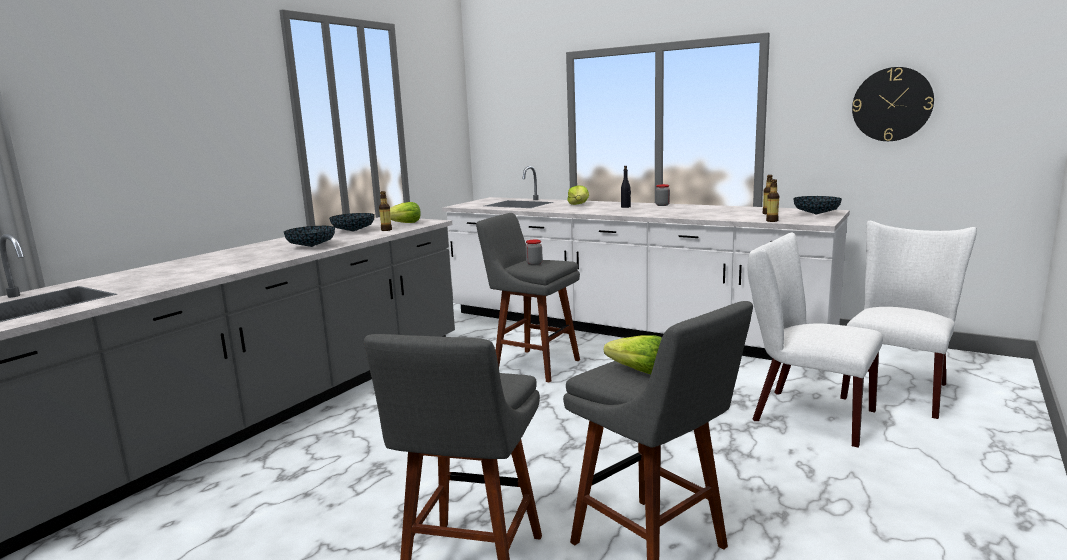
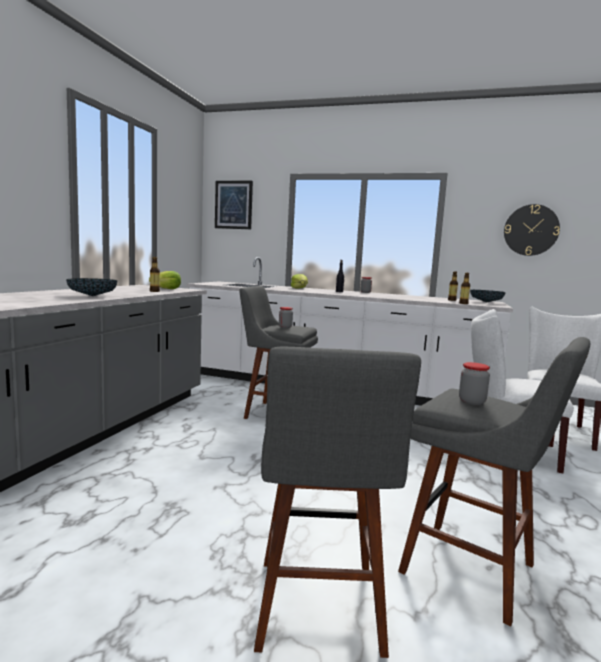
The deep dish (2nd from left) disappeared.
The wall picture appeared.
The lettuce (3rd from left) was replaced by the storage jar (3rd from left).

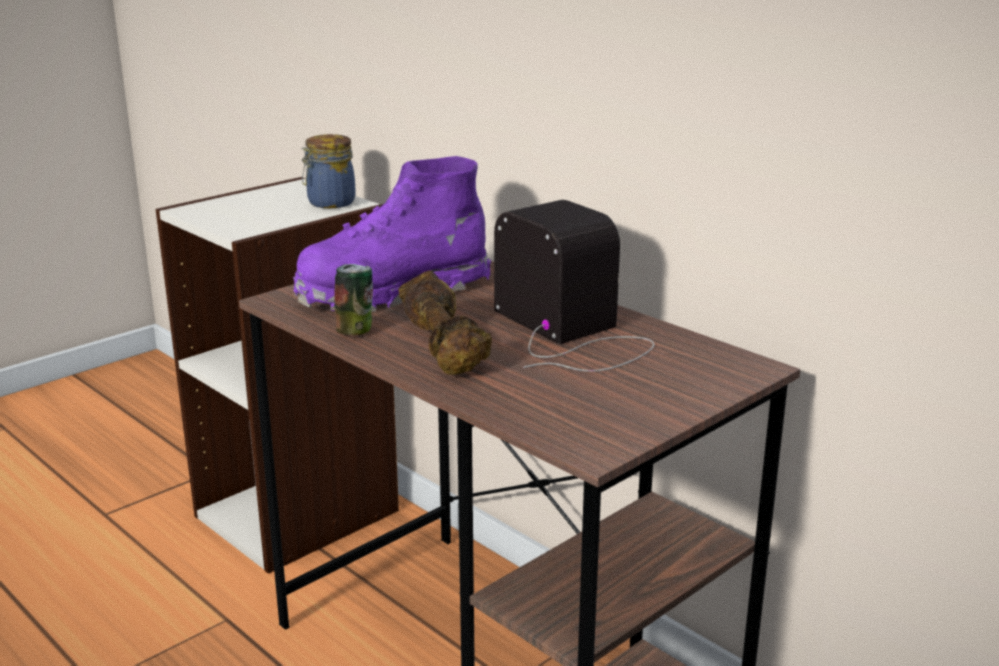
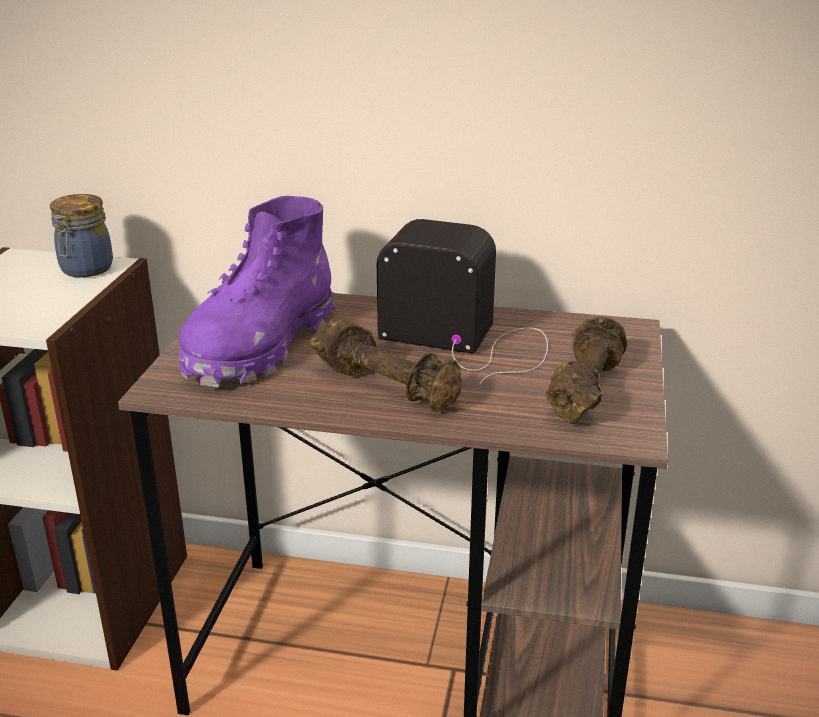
The can disappeared.
The brown dumbbell (2nd from left) appeared.

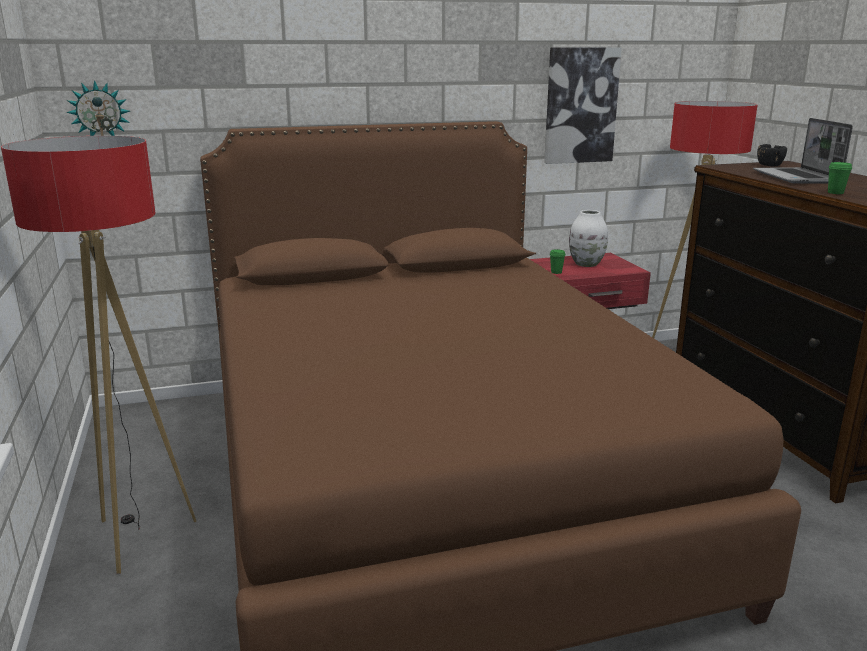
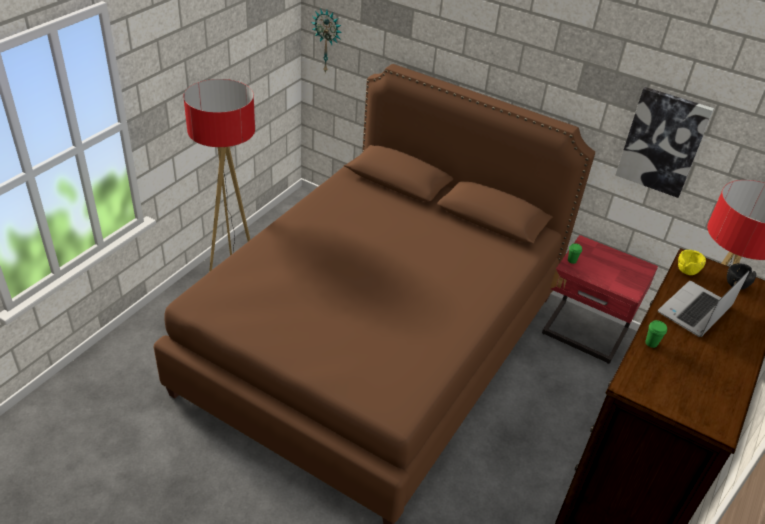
The white-coloured vase disappeared.
The yellow deep dish appeared.

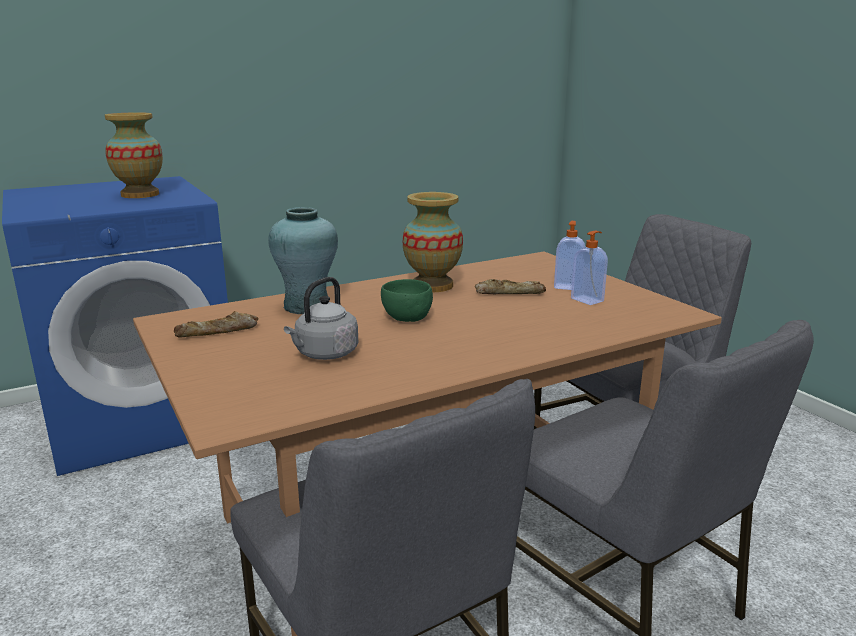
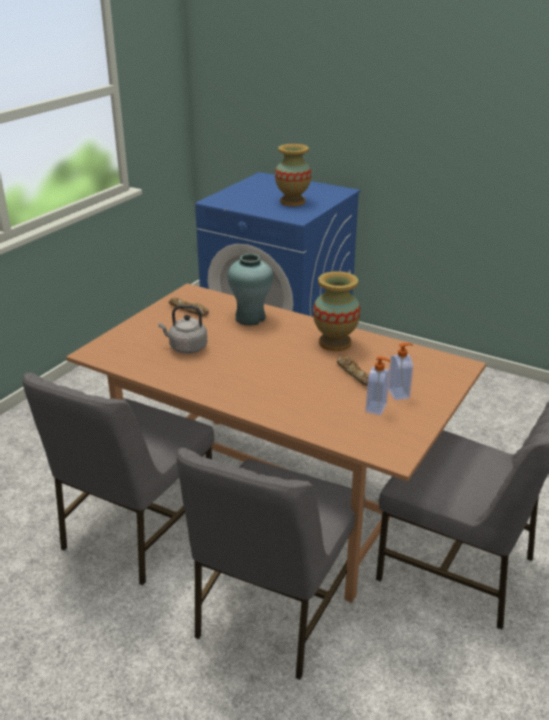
The green deep dish disappeared.

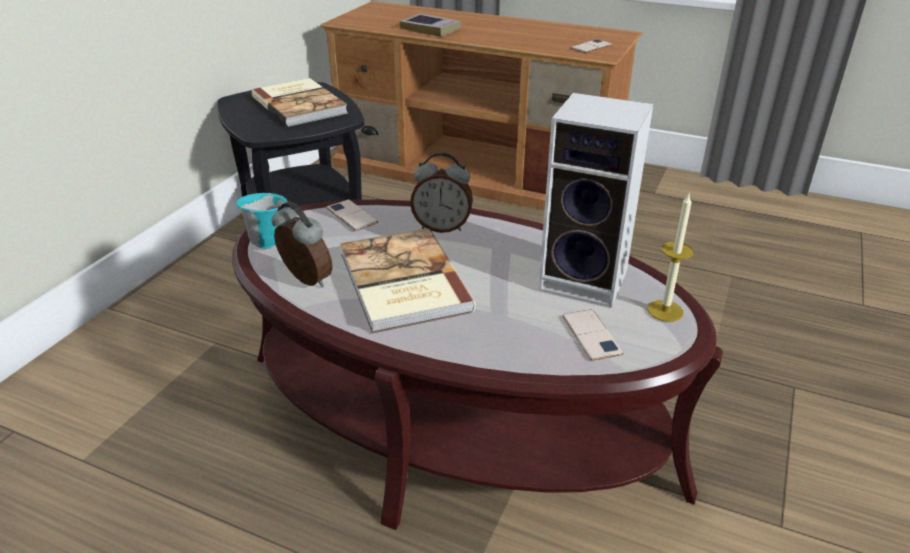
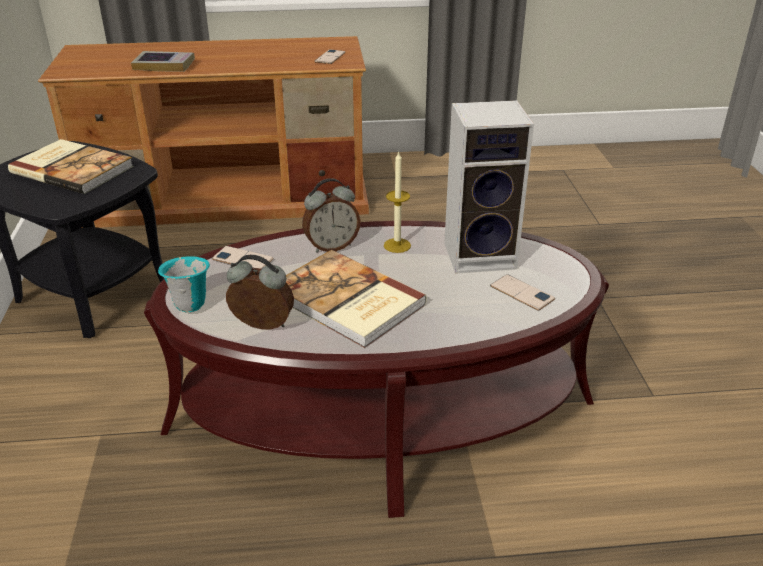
The wax candle moved.

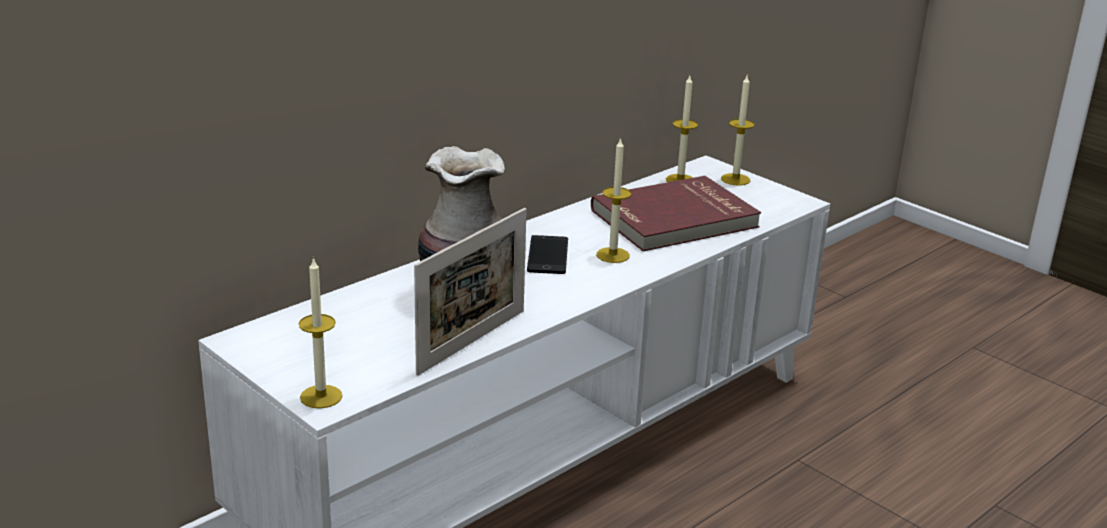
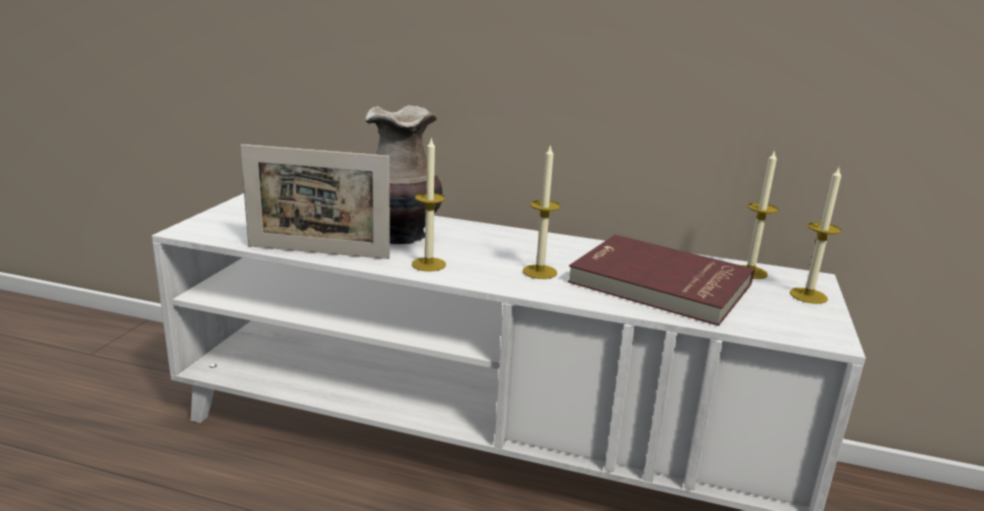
The handset disappeared.
The wax candle (1st from left) moved.

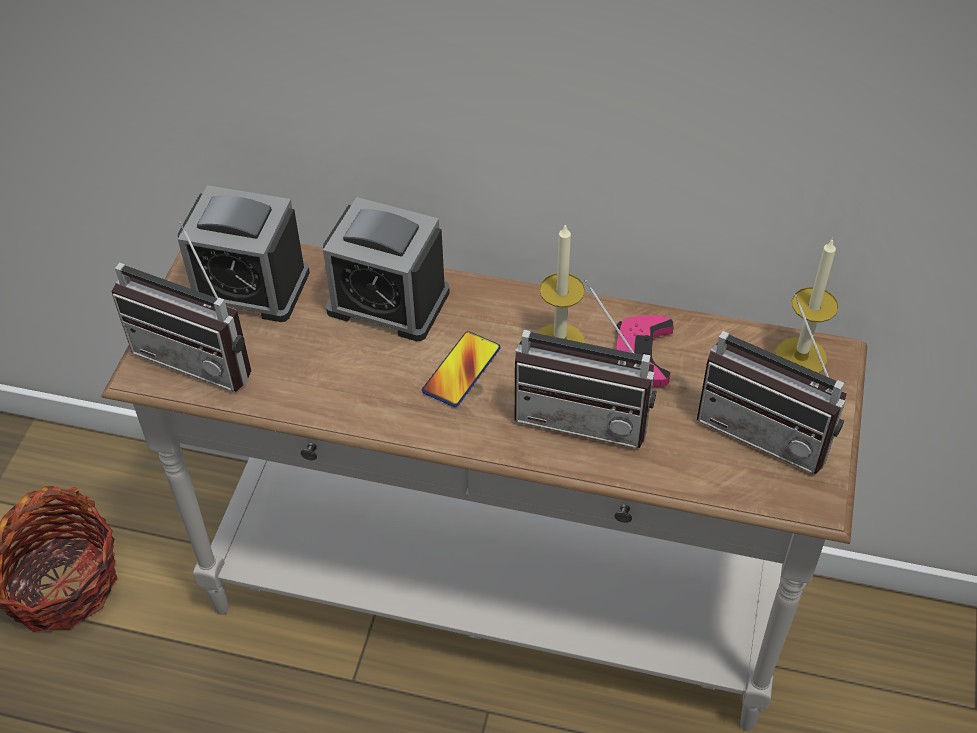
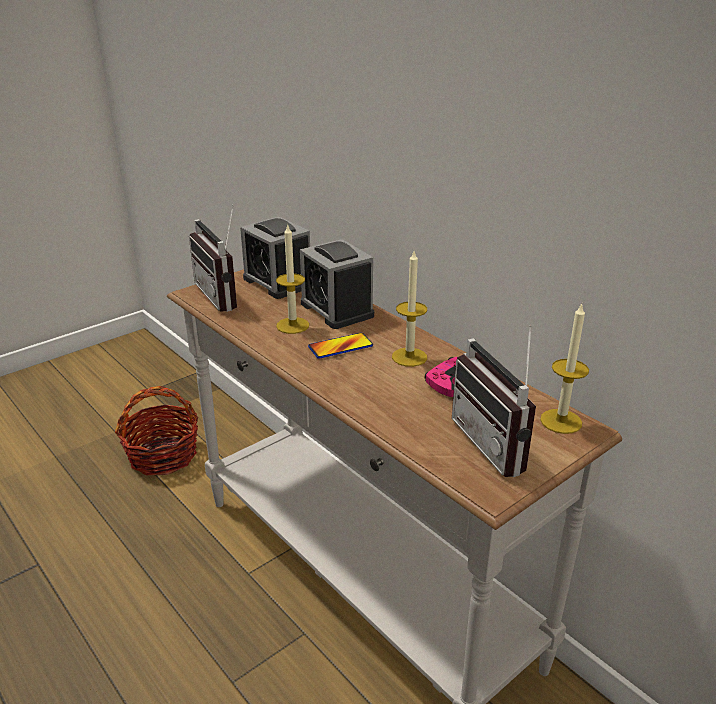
The radio (2nd from left) disappeared.
The wax candle (1st from left) appeared.

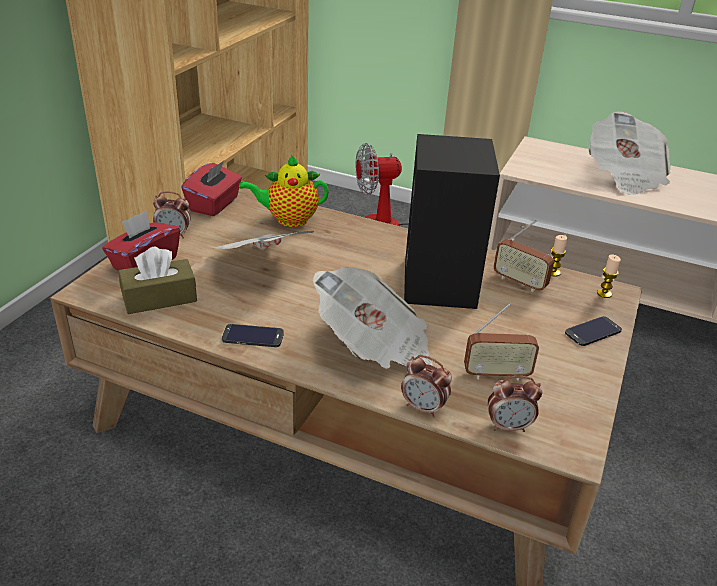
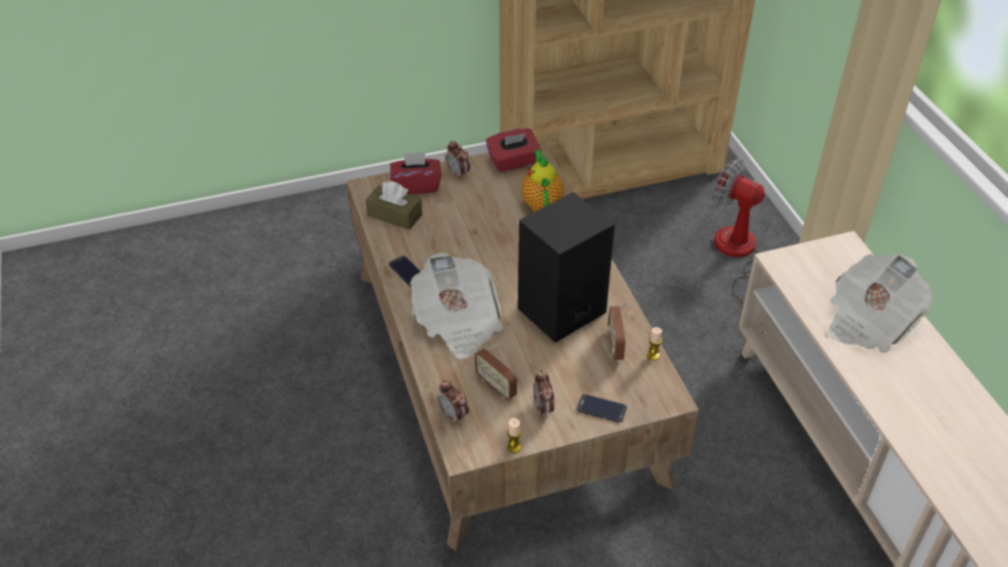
The newspaper (1st from left) disappeared.
The alarm clock (2nd from left in the first image) moved.
The wax candle (2nd from left in the first image) moved.
The tea pot turned 45 degrees clockwise.

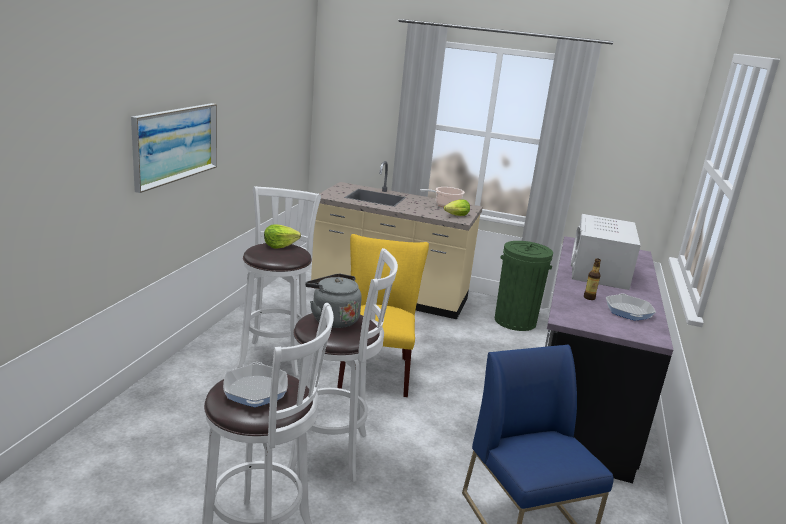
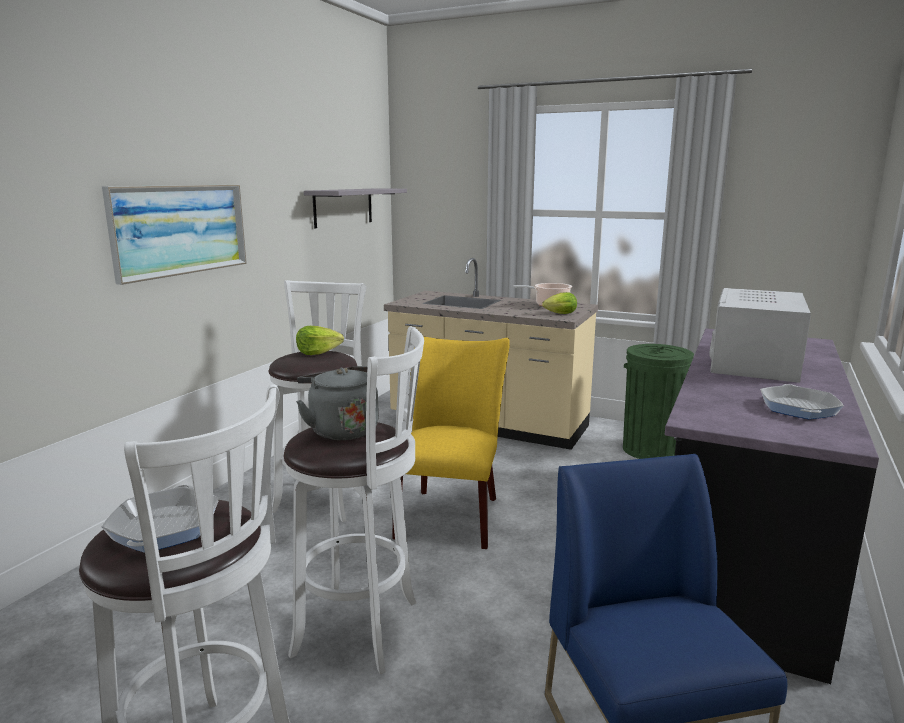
The drink bottle disappeared.
The gray bracket shelf appeared.

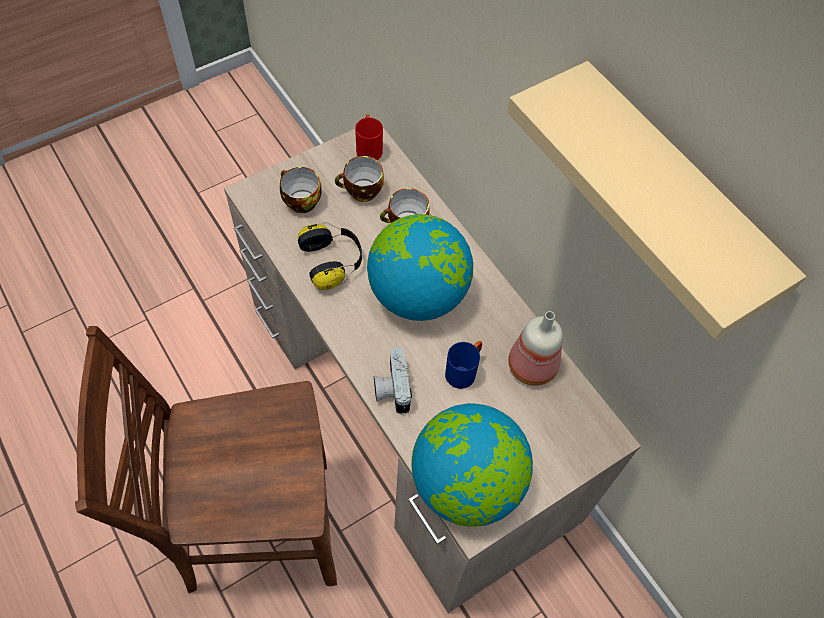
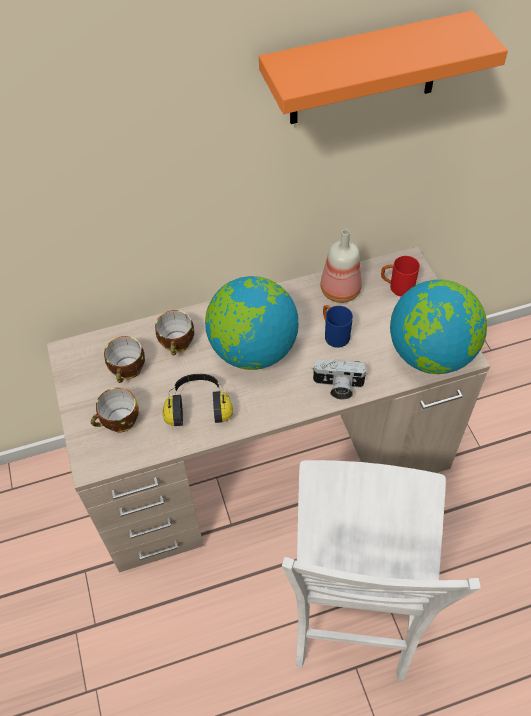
The red-coloured coffee mug moved.
The brown upright chair became the white-coloured upright chair.
The beige-coloured bracket shelf became the orangey bracket shelf.

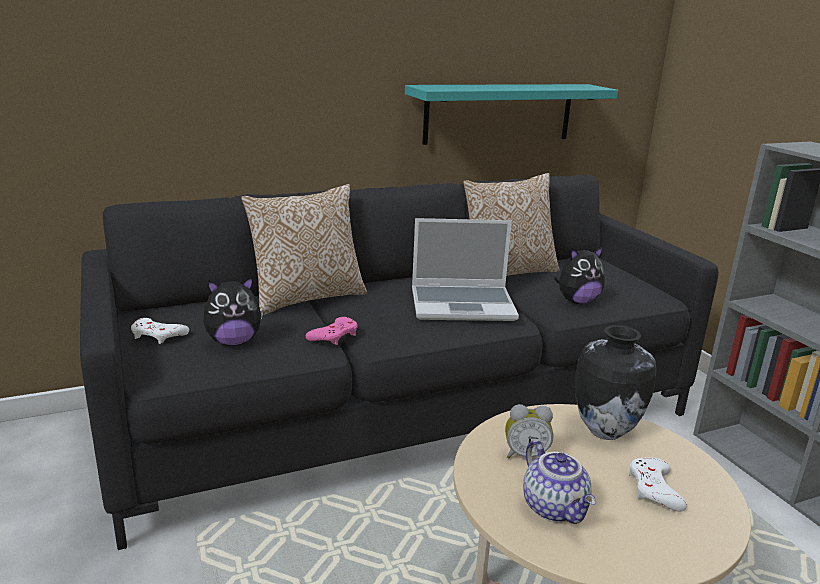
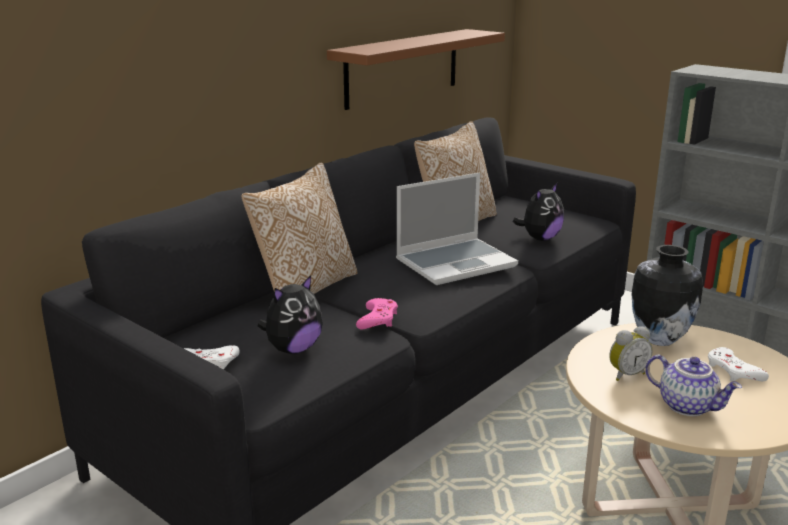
The turquoise bracket shelf became the brown bracket shelf.

